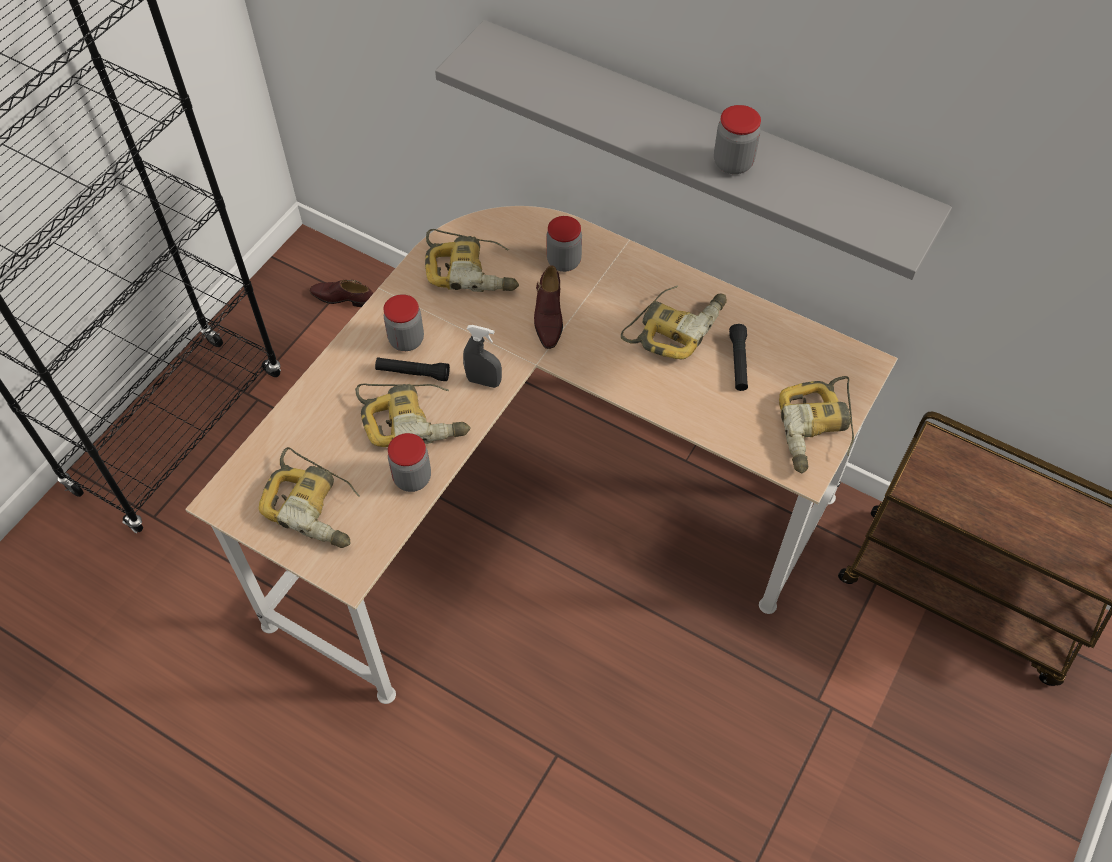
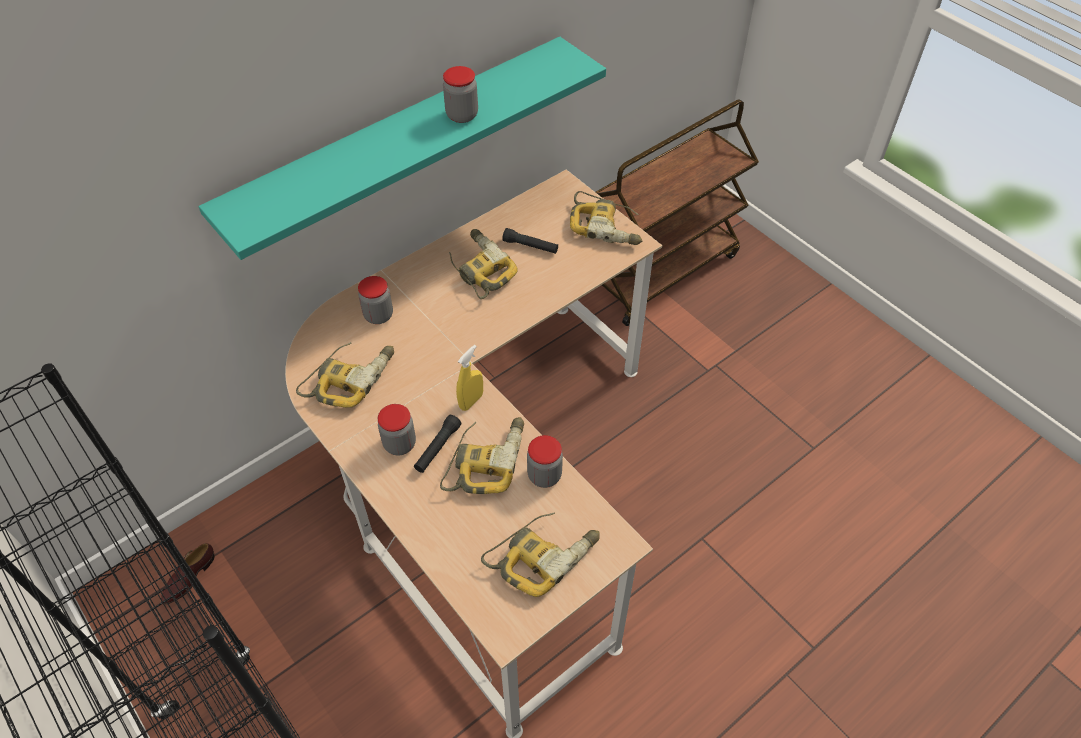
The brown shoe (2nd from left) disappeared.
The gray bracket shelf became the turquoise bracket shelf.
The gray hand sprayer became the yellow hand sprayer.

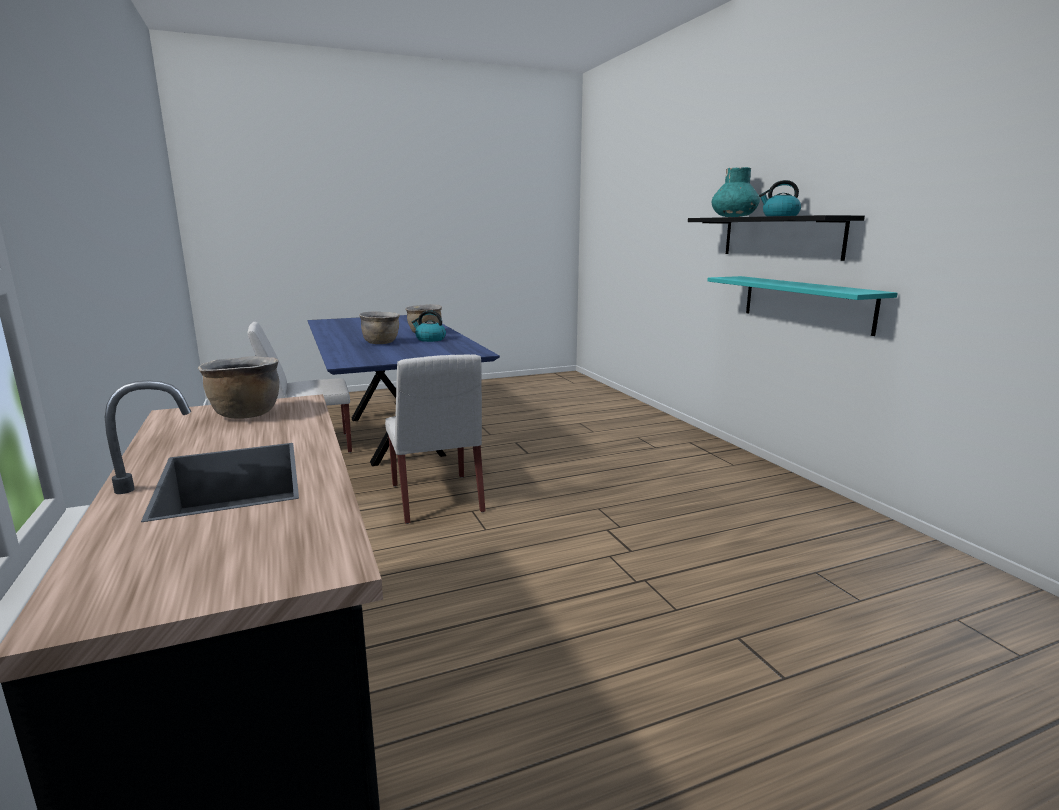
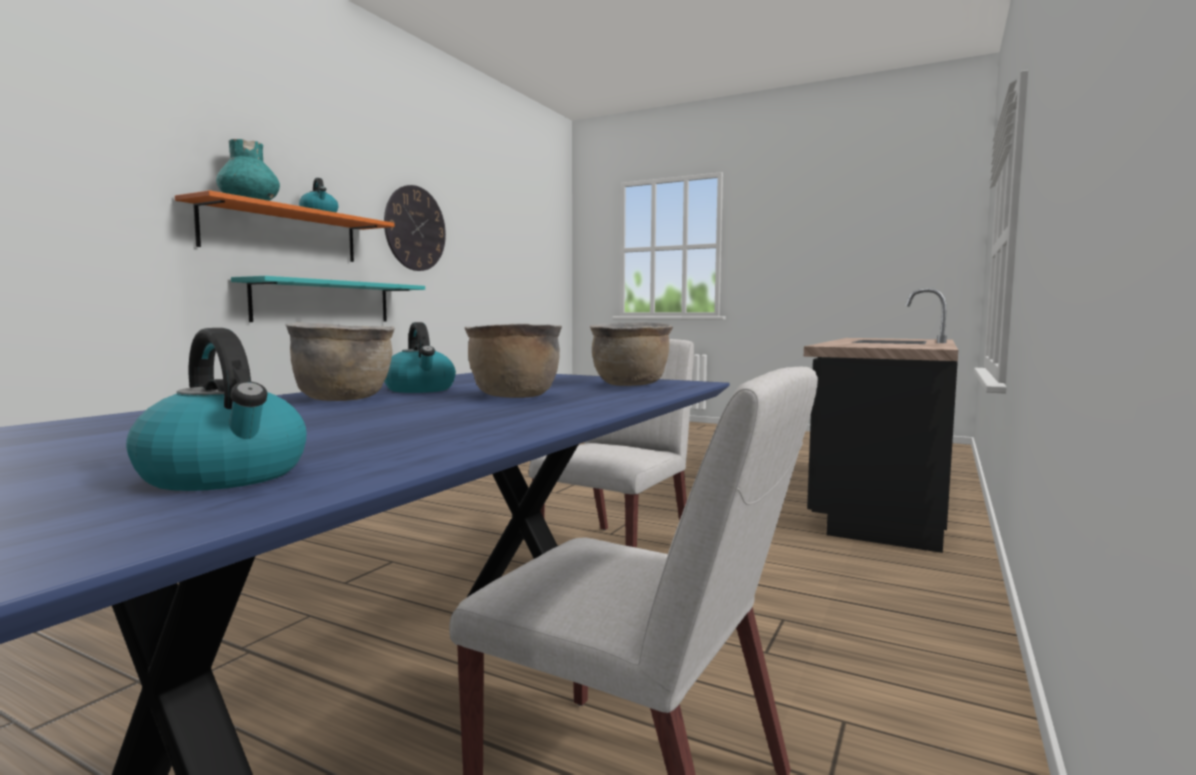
The water kettle (1st from left) appeared.
The clock on the wall appeared.
The brown cooking pot (1st from left in the first image) moved.
The black-coloured bracket shelf became the orangey bracket shelf.

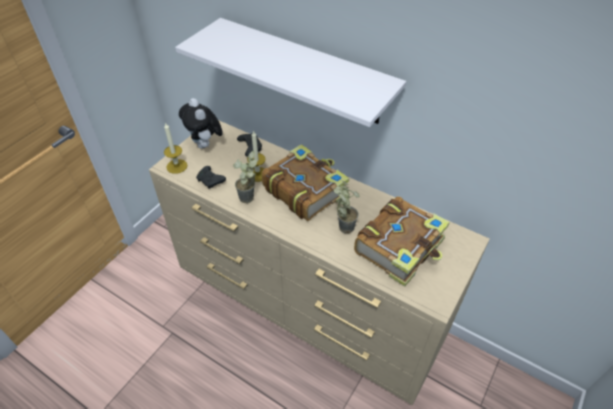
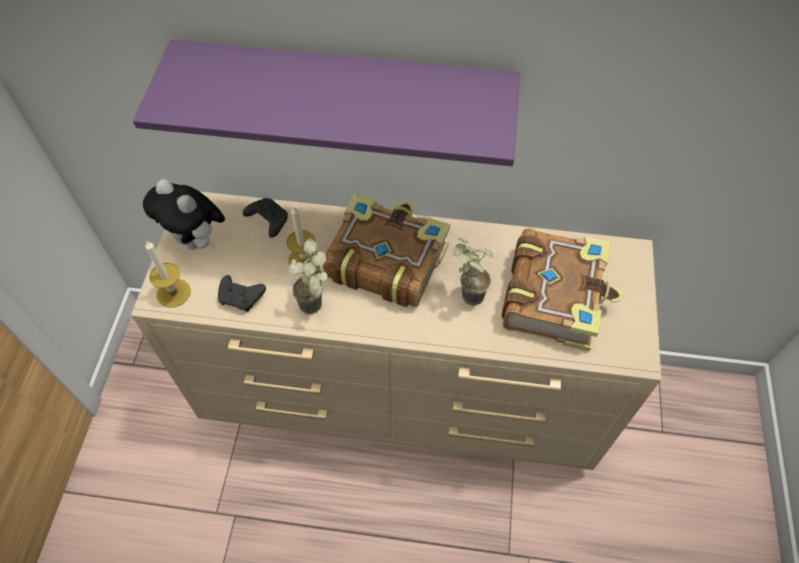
The white-coloured bracket shelf became the purplish bracket shelf.

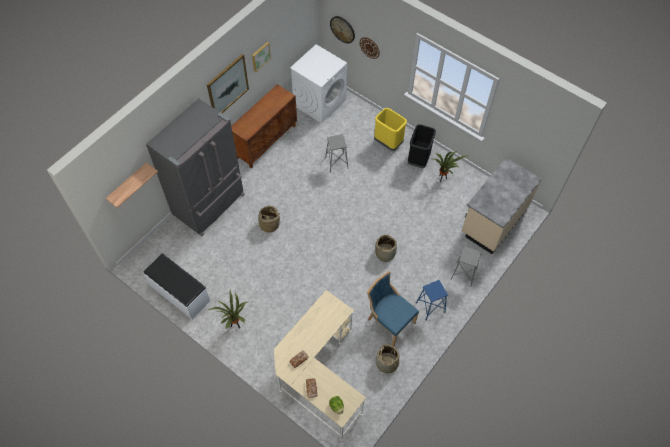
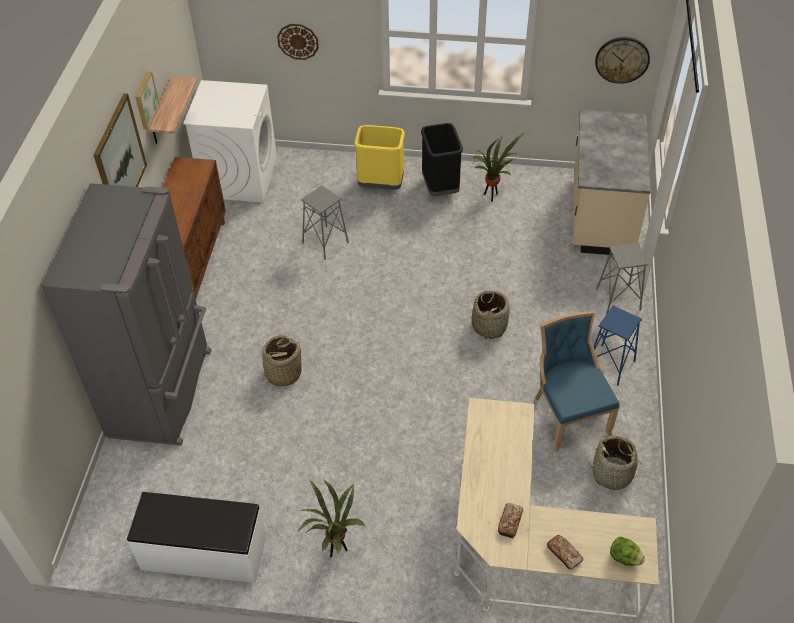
The bracket shelf moved.
The clock on the wall (1st from left in the first image) moved.
The blue-coloured upright chair turned 60 degrees clockwise.

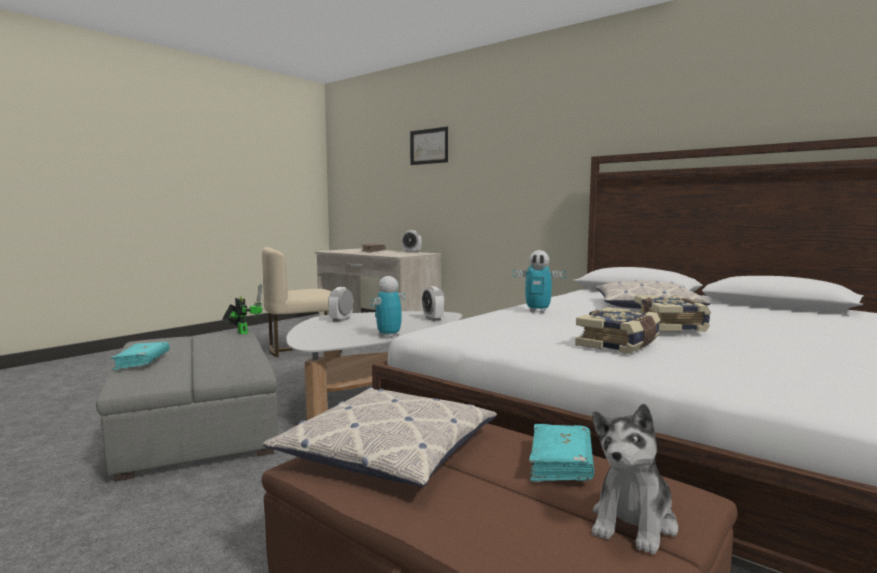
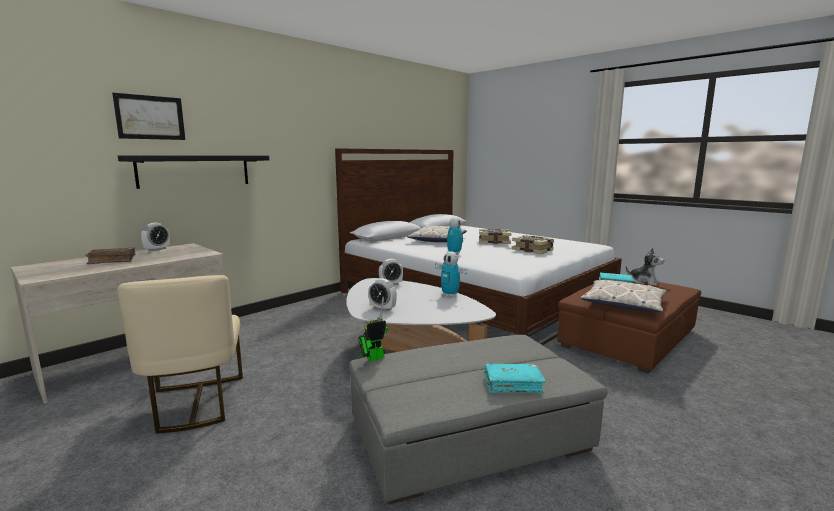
The black-coloured bracket shelf appeared.

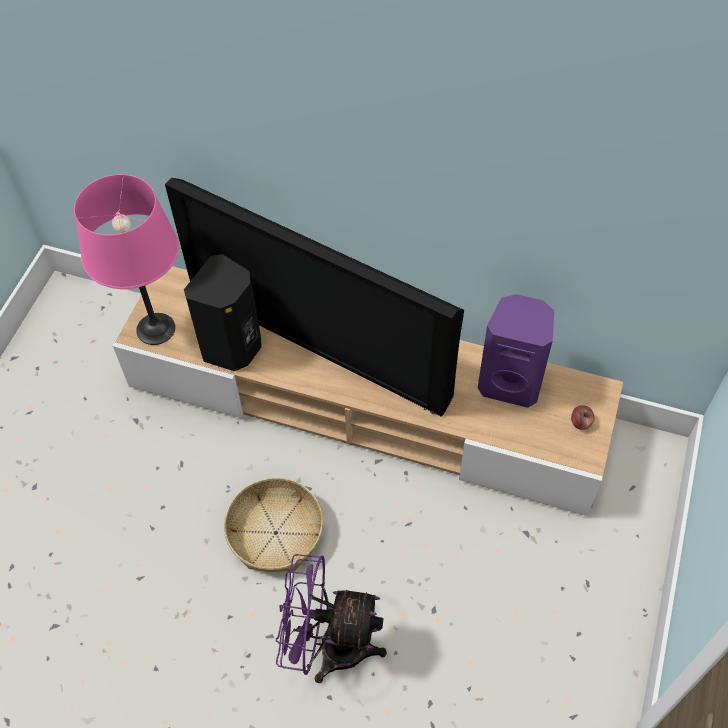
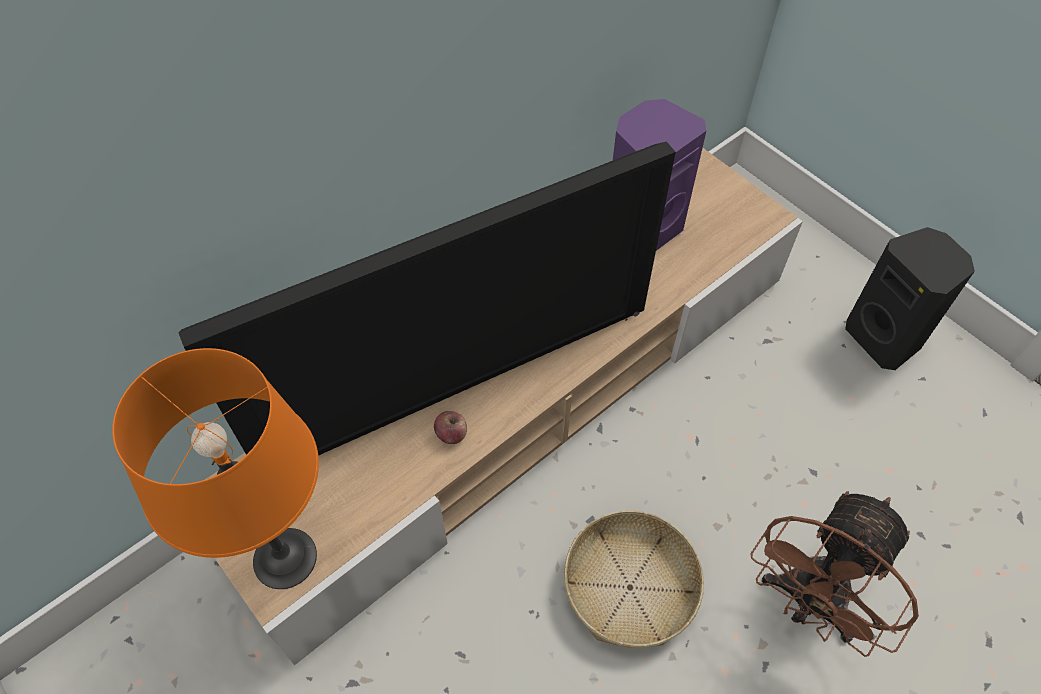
The black-coloured loudspeaker moved.
The whole apple moved.
The pinkish lamp for a table became the orangey lamp for a table.
The purplish cooling fan became the brown cooling fan.

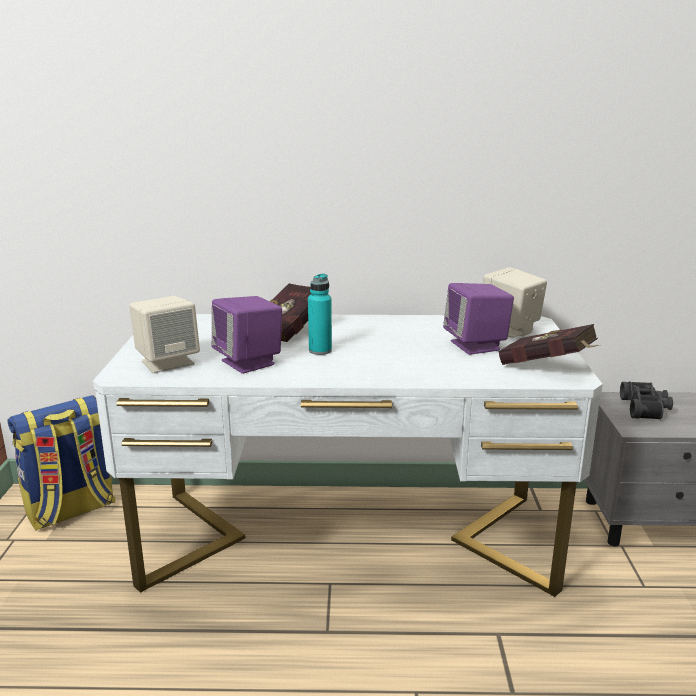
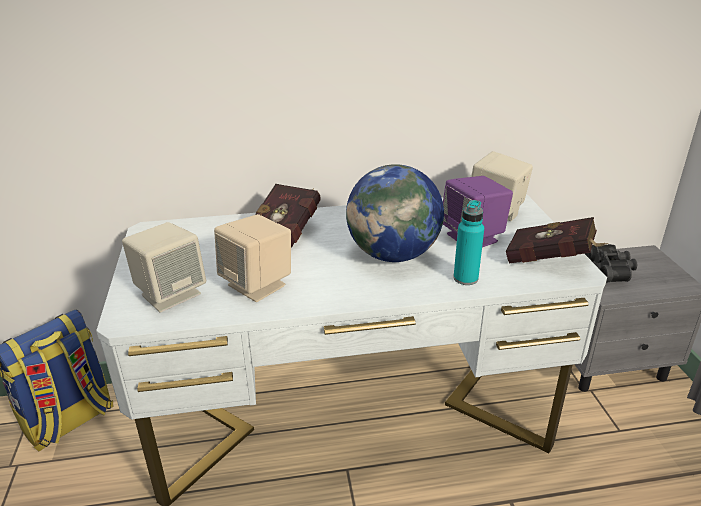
The world globe appeared.
The turquoise drink bottle moved.
The purplish loudspeaker (1st from left) became the beige-coloured loudspeaker (2nd from left).

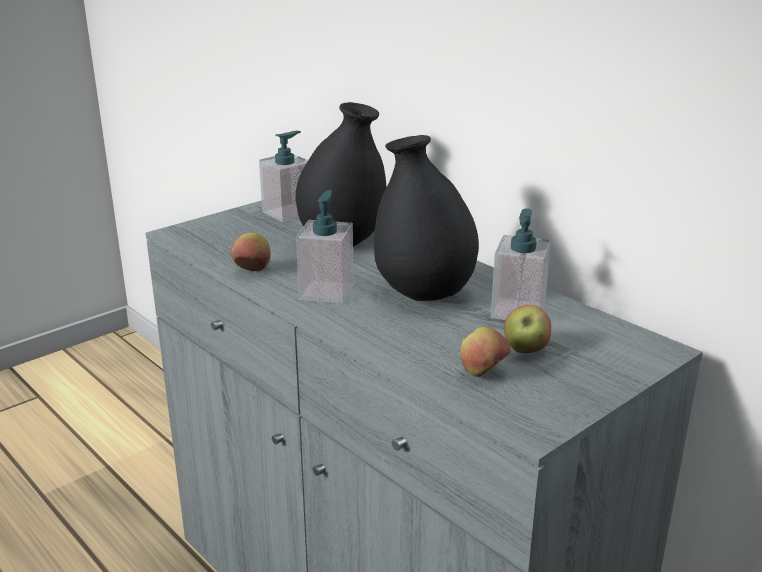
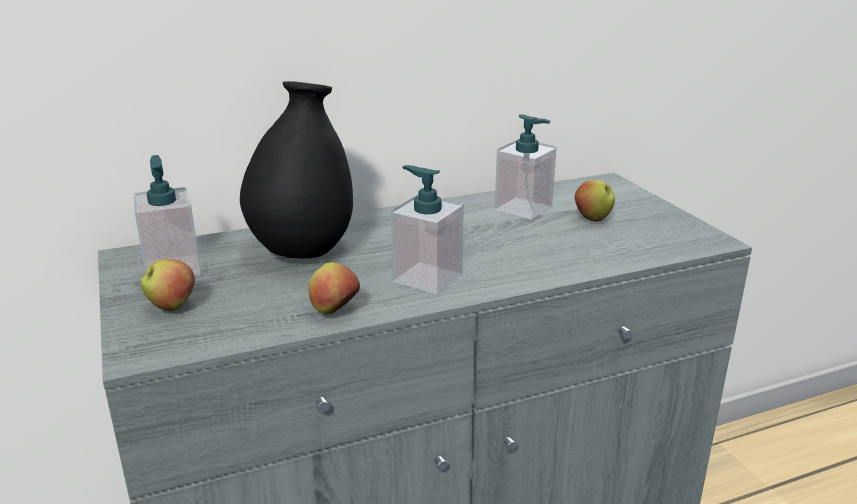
The black-coloured vase (2nd from left) disappeared.
The whole apple (2nd from left in the first image) moved.

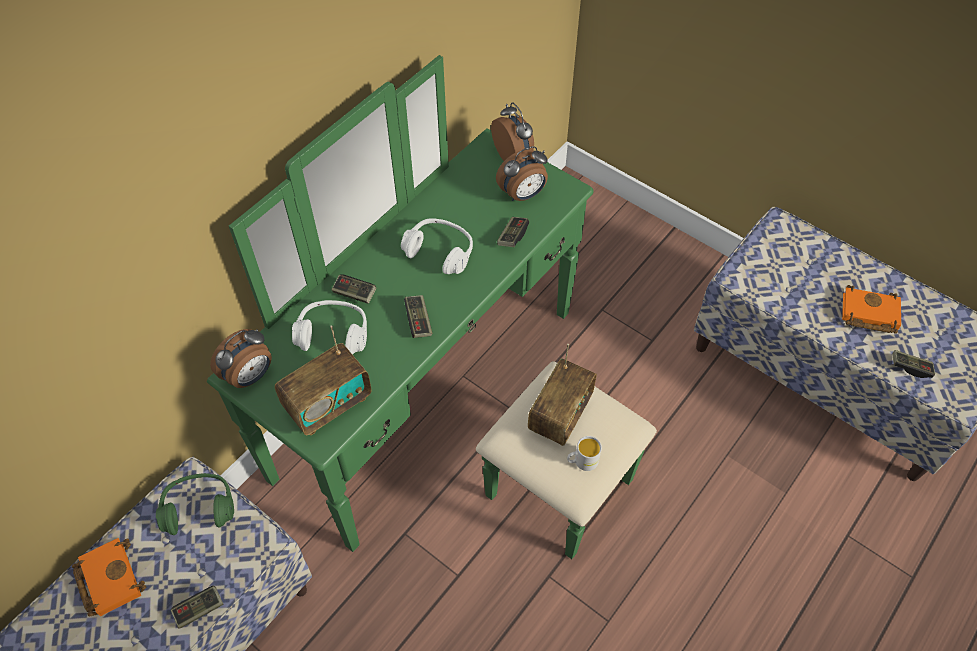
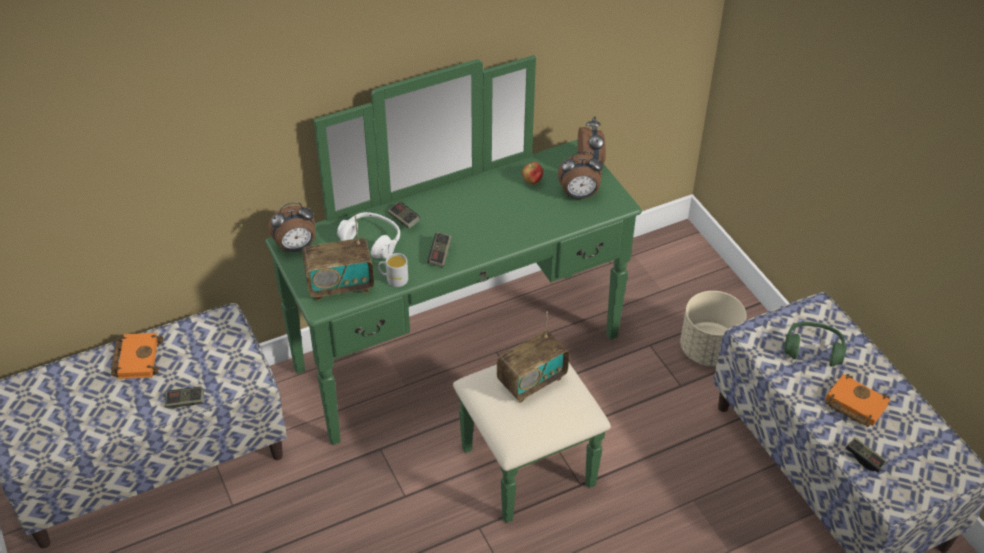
The white-coloured headphones (2nd from left) disappeared.
The joypad (4th from left) disappeared.
The whole apple appeared.
The beige-coloured plant pot appeared.
The green headphones moved.
The white-coloured coffee mug moved.

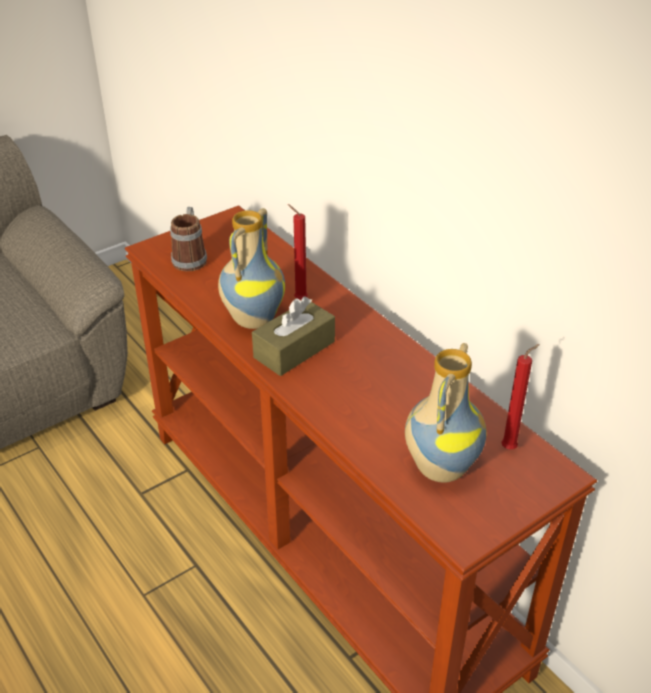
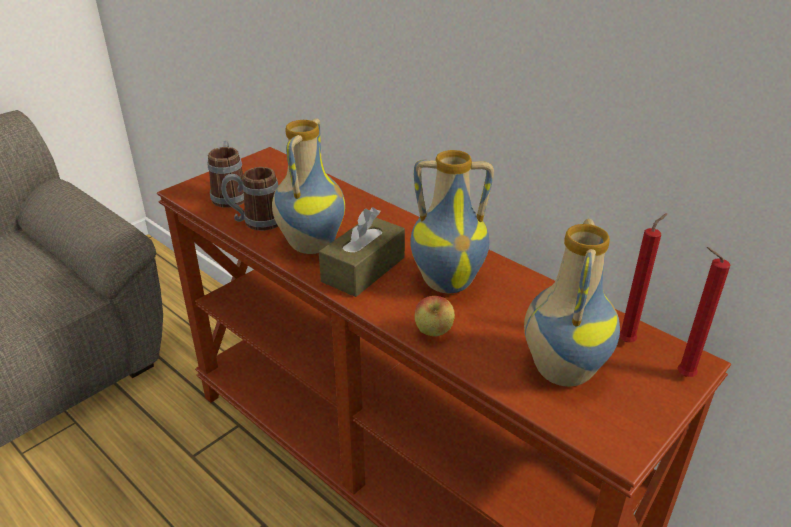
The coffee mug (2nd from left) appeared.
The vase (2nd from left) appeared.
The whole apple appeared.
The red-coloured wax candle (1st from left in the first image) moved.

